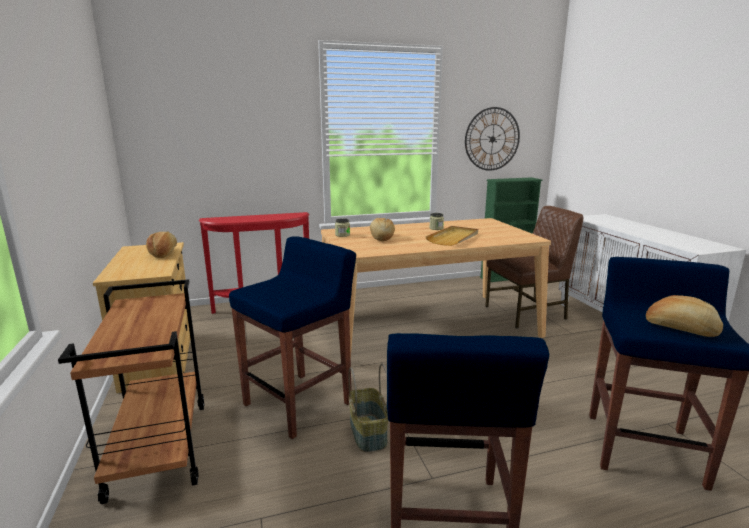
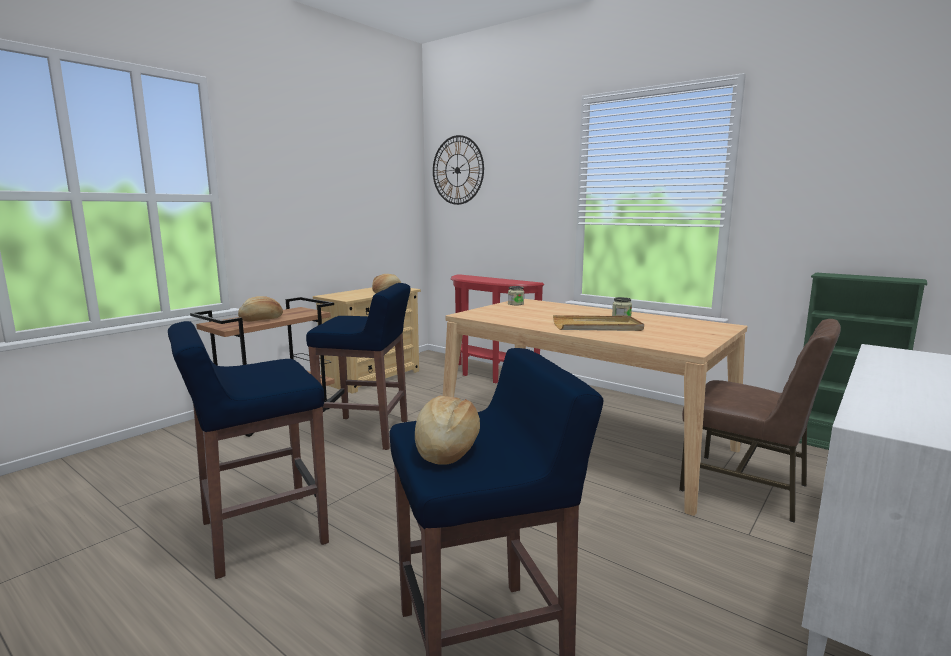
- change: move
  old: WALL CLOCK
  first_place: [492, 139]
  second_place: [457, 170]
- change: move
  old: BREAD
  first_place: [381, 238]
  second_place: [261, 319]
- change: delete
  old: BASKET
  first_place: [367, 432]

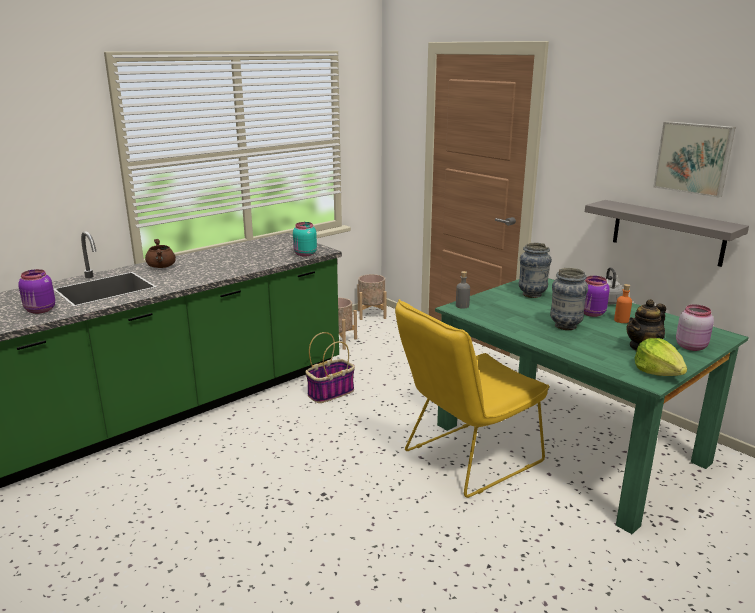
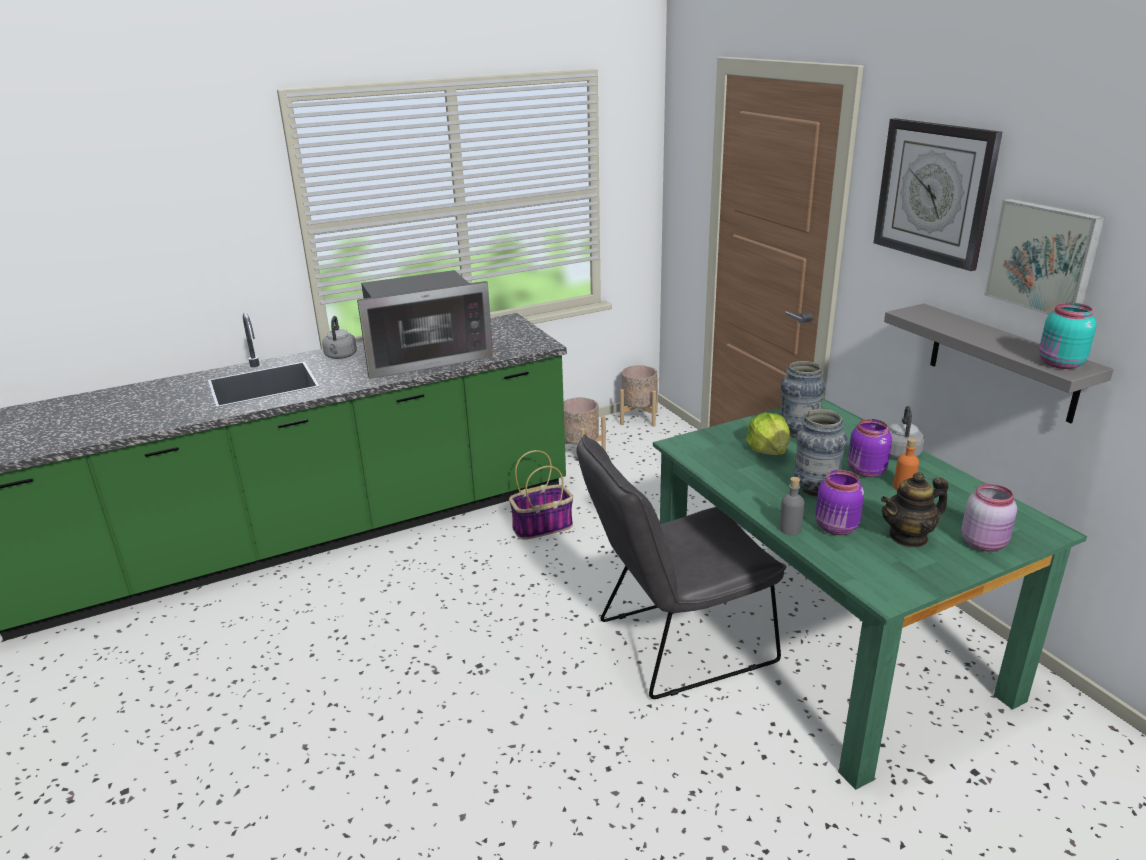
- change: move
  old: TURQUOISE JAR
  first_place: [304, 254]
  second_place: [1060, 364]
- change: replace
  old: BROWN COOKING POT
  new: GREY KETTLE
  first_place: [162, 267]
  second_place: [340, 356]
- change: move
  old: PURPLE JAR
  first_place: [40, 310]
  second_place: [836, 528]
- change: move
  old: GREY BOTTLE
  first_place: [462, 306]
  second_place: [790, 529]
- change: recolor
  old: YELLOW CHAIR
  new: GREY CHAIR
  first_place: [465, 459]
  second_place: [674, 644]
- change: move
  old: LETTUCE
  first_place: [658, 372]
  second_place: [769, 450]
- change: insert
  new: WALL CLOCK
  second_place: [934, 192]
- change: insert
  new: MICROWAVE
  second_place: [425, 356]

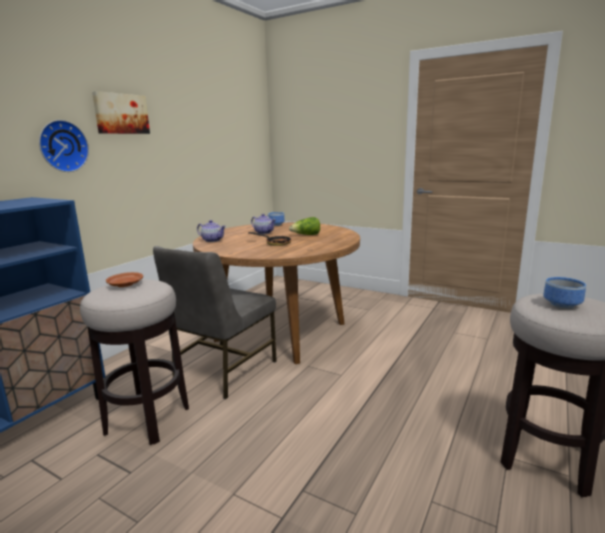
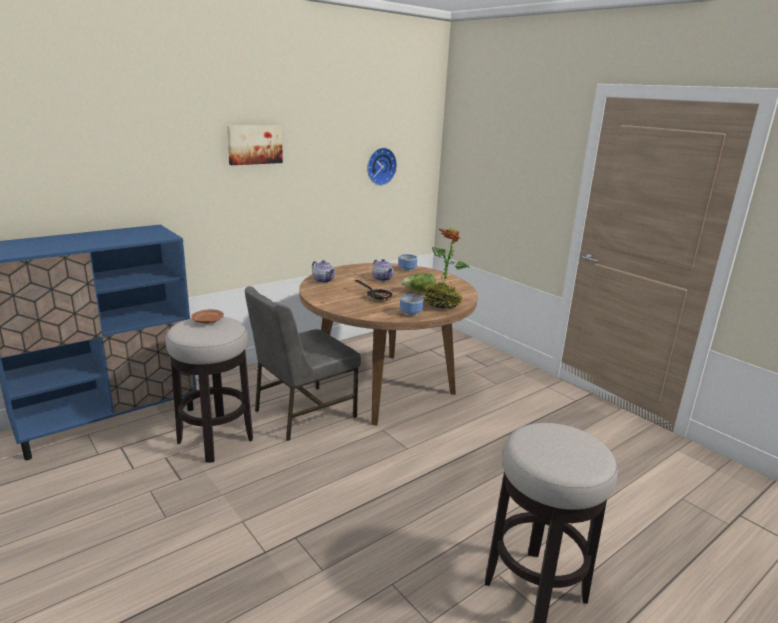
- change: move
  old: WALL CLOCK
  first_place: [62, 146]
  second_place: [380, 166]
- change: move
  old: BOWL
  first_place: [563, 304]
  second_place: [411, 313]
- change: insert
  new: POTTED PLANT
  second_place: [441, 305]

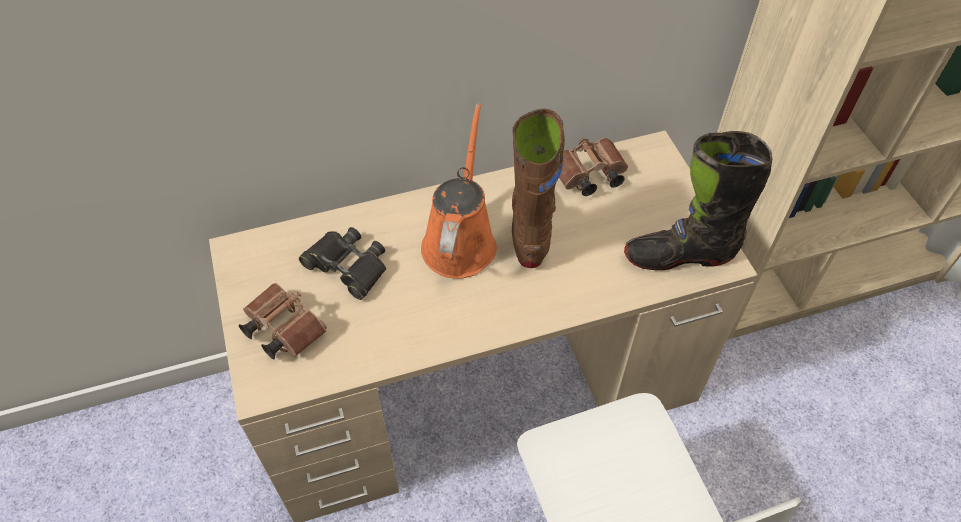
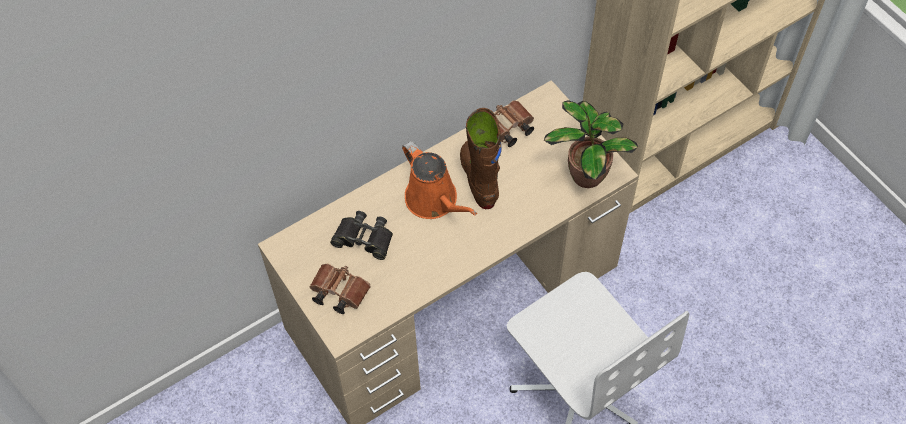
- change: rotate
  old: ORANGE WATERING CAN
  first_place: [460, 241]
  second_place: [434, 201]
  degrees: 150
- change: replace
  old: BLACK BOOT
  new: POTTED PLANT
  first_place: [680, 255]
  second_place: [584, 174]

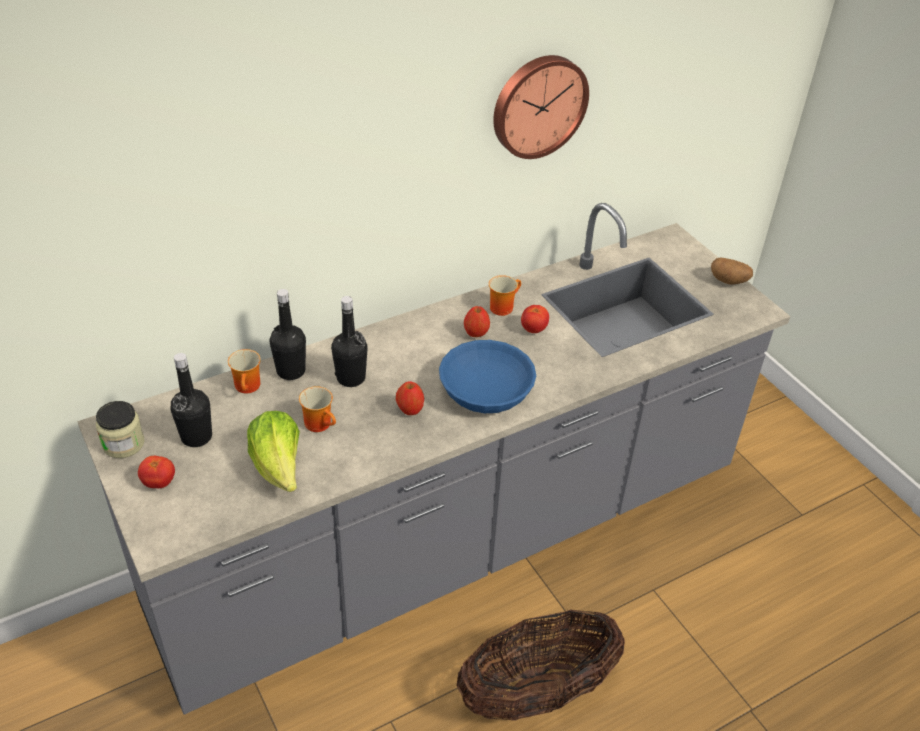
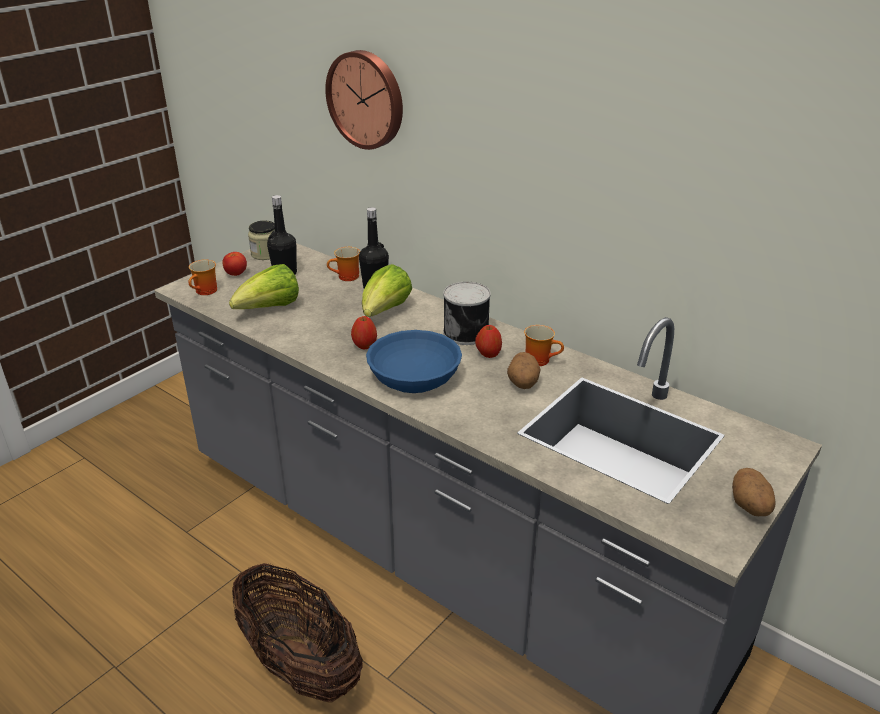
- change: move
  old: WALL CLOCK
  first_place: [538, 105]
  second_place: [367, 99]
- change: replace
  old: BLACK BOTTLE
  new: LETTUCE
  first_place: [351, 378]
  second_place: [385, 312]
- change: replace
  old: TOMATO
  new: POTATO
  first_place: [533, 329]
  second_place: [523, 383]
- change: move
  old: MUG
  first_place: [321, 423]
  second_place: [206, 292]
- change: insert
  new: CAN
  second_place: [467, 332]

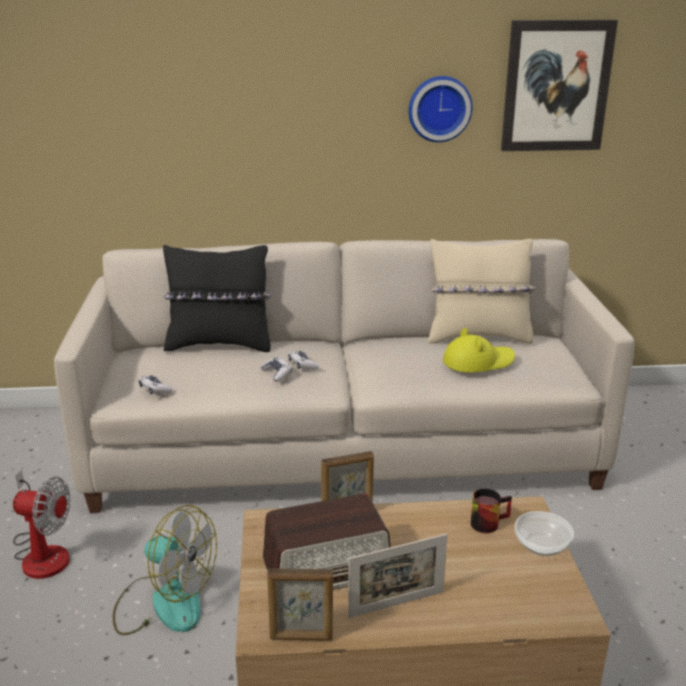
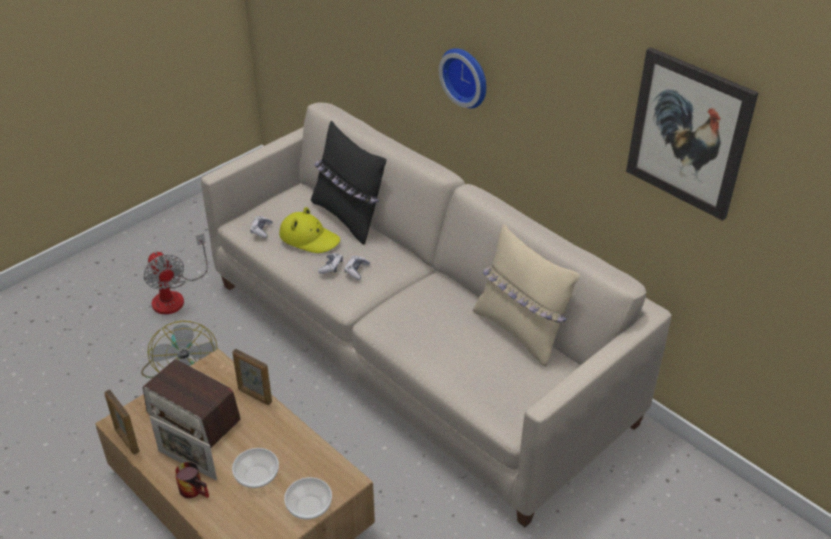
- change: move
  old: WALL CLOCK
  first_place: [439, 108]
  second_place: [466, 76]
- change: move
  old: YELLOW HAT
  first_place: [478, 361]
  second_place: [309, 238]
- change: move
  old: MUG
  first_place: [487, 521]
  second_place: [195, 489]
- change: insert
  new: BOWL
  second_place: [256, 476]

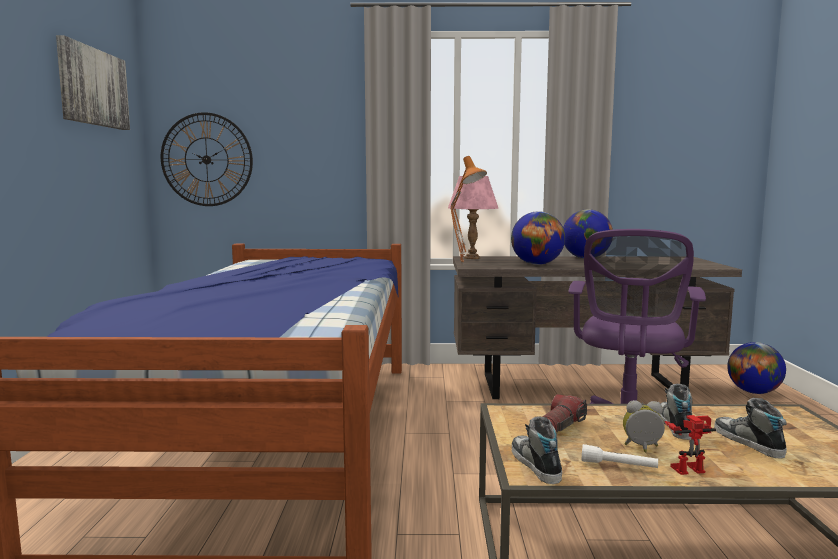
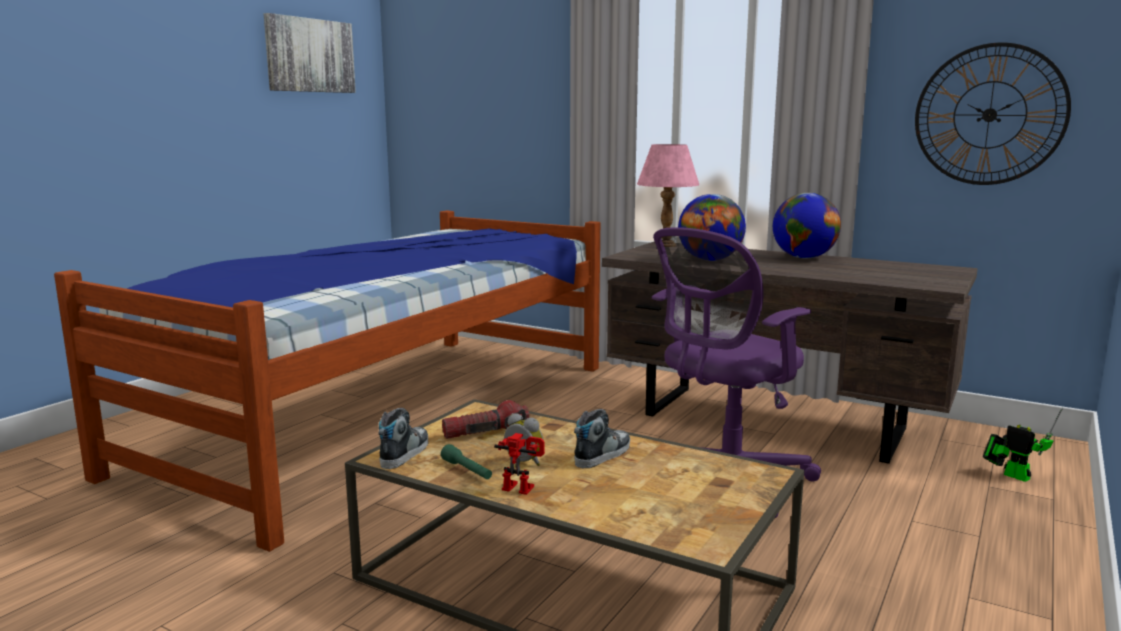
- change: move
  old: WALL CLOCK
  first_place: [206, 159]
  second_place: [989, 115]
- change: delete
  old: ORANGE TABLE LAMP
  first_place: [464, 264]
- change: replace
  old: GLOBE
  new: TOY ROBOT
  first_place: [754, 392]
  second_place: [1012, 475]
- change: delete
  old: SHOE
  first_place: [748, 442]
- change: recolor
  old: WHITE FLASHLIGHT
  new: GREEN FLASHLIGHT
  first_place: [618, 466]
  second_place: [467, 471]

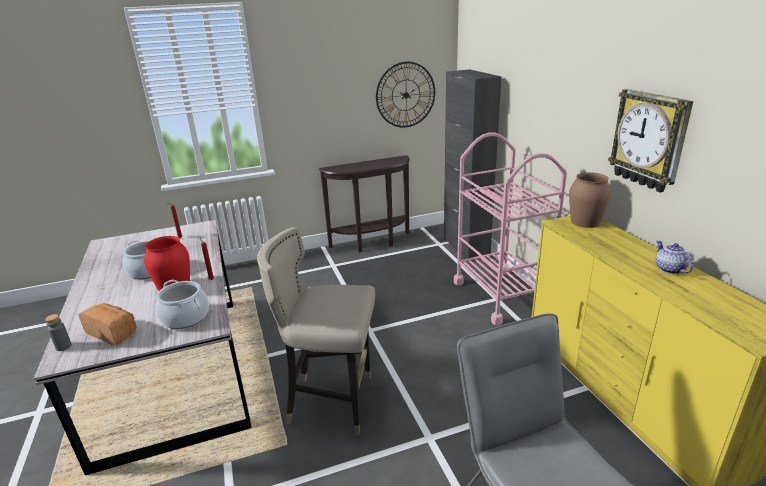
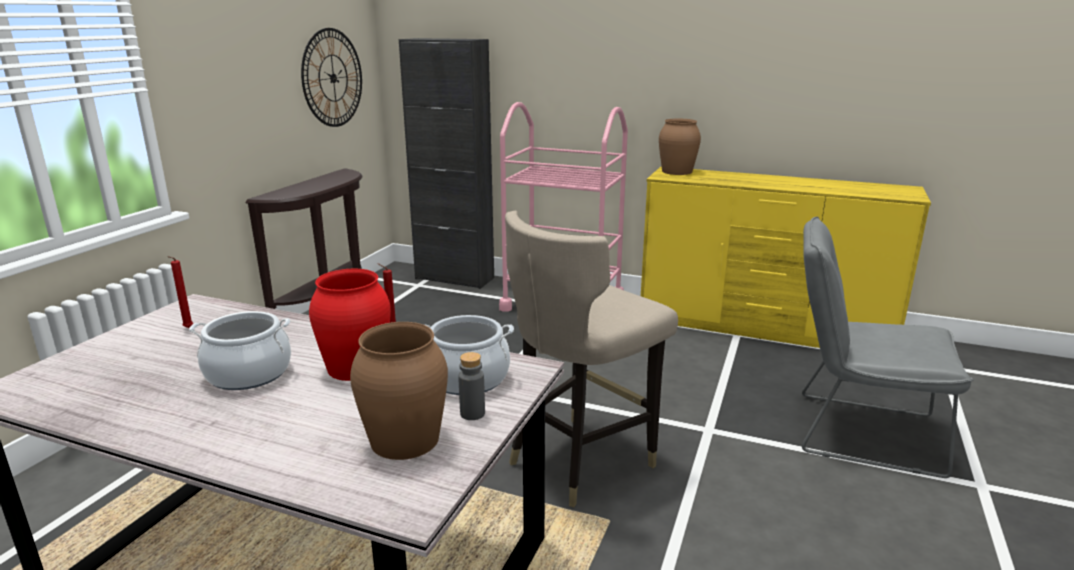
- change: delete
  old: WALL CLOCK
  first_place: [649, 140]
- change: delete
  old: TEAPOT
  first_place: [669, 269]
- change: replace
  old: BREAD
  new: BROWN VASE
  first_place: [113, 332]
  second_place: [405, 439]
- change: move
  old: GREY BOTTLE
  first_place: [63, 346]
  second_place: [472, 413]

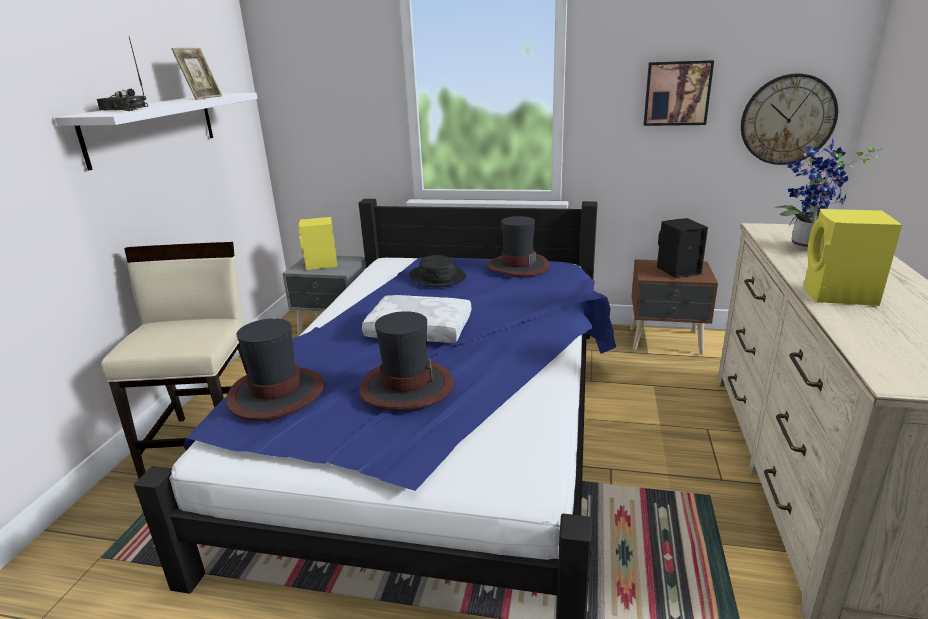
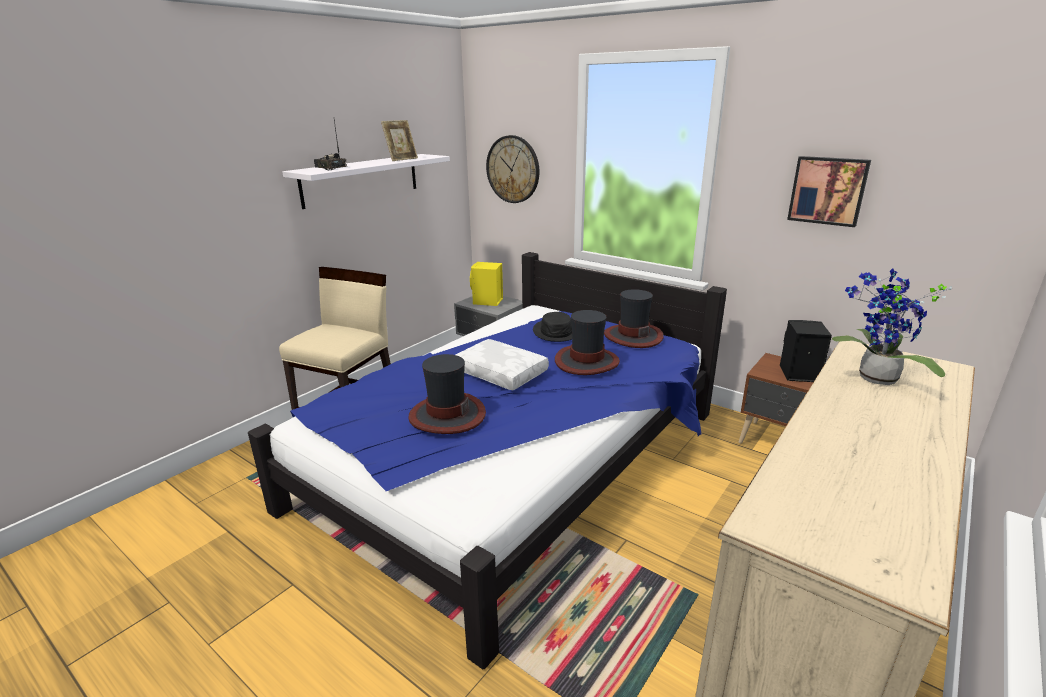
- change: move
  old: WALL CLOCK
  first_place: [787, 120]
  second_place: [513, 169]
- change: delete
  old: YELLOW SPEAKER
  first_place: [839, 295]
- change: move
  old: HAT
  first_place: [276, 394]
  second_place: [586, 361]

